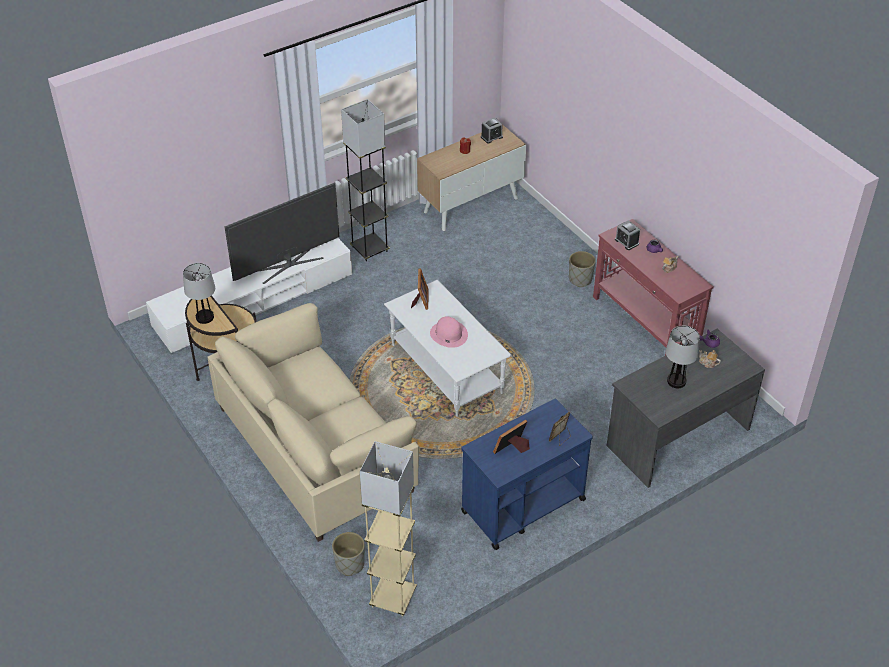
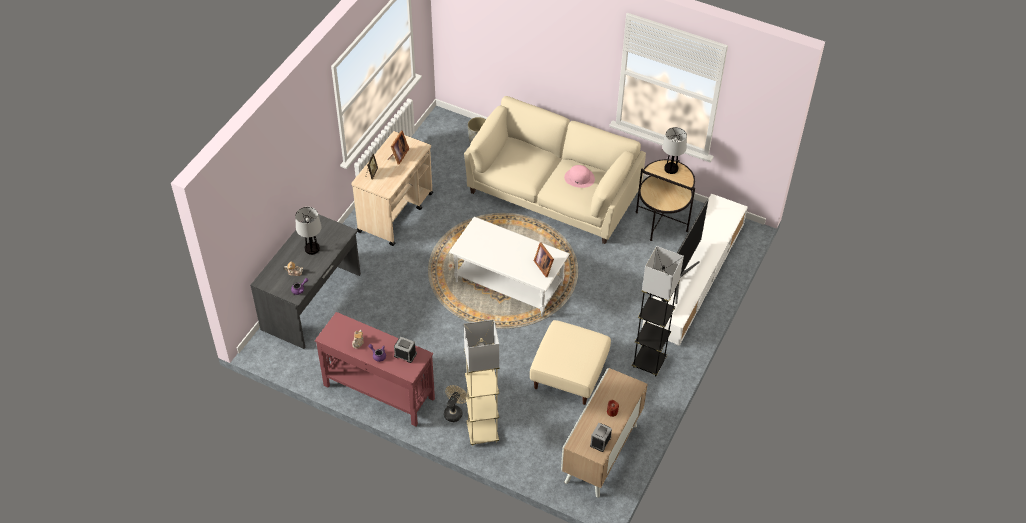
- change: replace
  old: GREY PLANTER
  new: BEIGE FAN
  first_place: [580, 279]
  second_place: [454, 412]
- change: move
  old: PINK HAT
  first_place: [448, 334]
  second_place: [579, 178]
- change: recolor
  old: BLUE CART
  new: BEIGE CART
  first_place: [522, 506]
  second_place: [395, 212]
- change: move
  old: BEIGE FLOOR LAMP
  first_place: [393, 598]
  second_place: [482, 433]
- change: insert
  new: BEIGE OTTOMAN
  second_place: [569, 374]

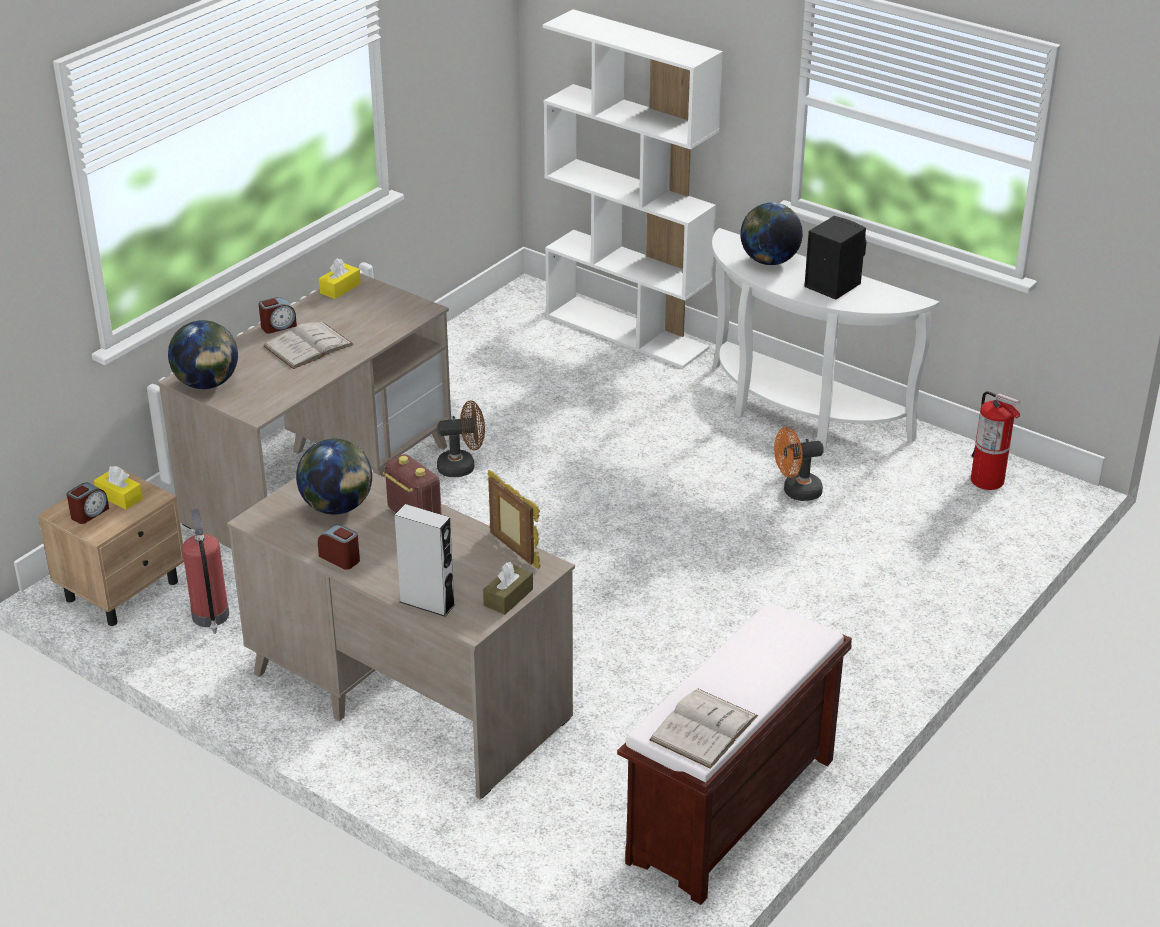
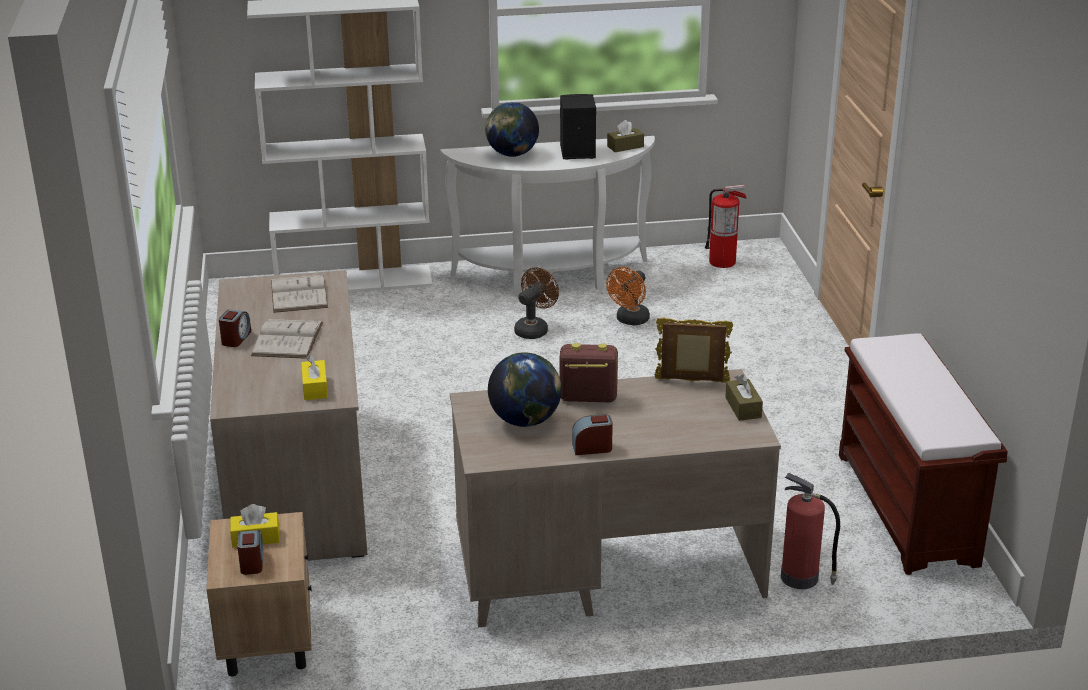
- change: move
  old: YELLOW TISSUE BOX
  first_place: [340, 288]
  second_place: [315, 388]
- change: delete
  old: GLOBE
  first_place: [207, 384]
- change: move
  old: BROWN FAN
  first_place: [462, 466]
  second_place: [534, 329]
- change: delete
  old: GREY SPEAKER
  first_place: [427, 603]
- change: move
  old: FIRE EXTINGUISHER
  first_place: [210, 617]
  second_place: [801, 578]
- change: move
  old: WHITE BOOK
  first_place: [704, 728]
  second_place: [299, 294]
- change: insert
  new: BROWN TISSUE BOX
  second_place: [625, 146]

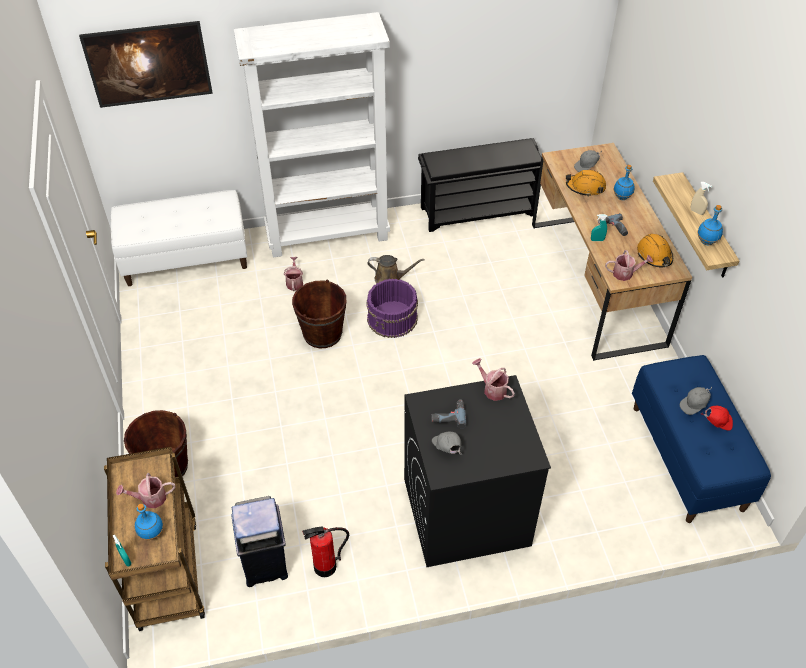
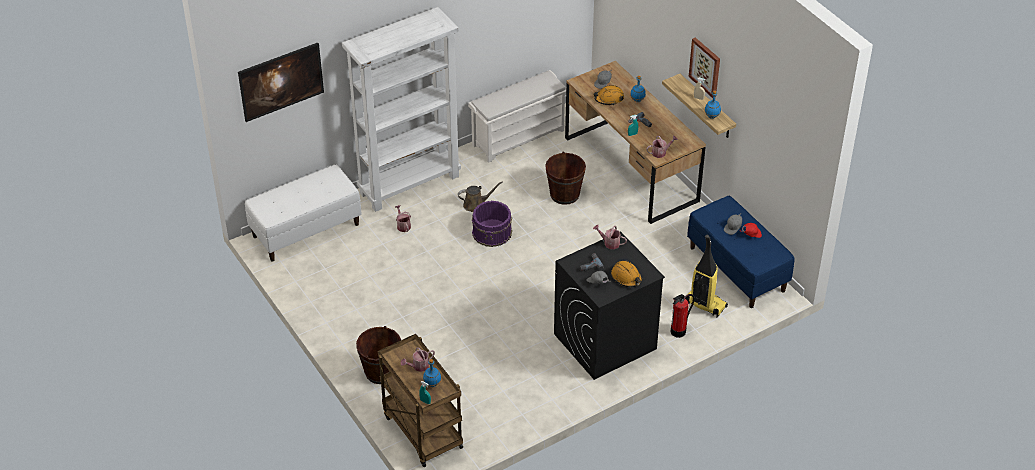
- change: recolor
  old: BLACK SHOE RACK
  new: WHITE SHOE RACK
  first_place: [478, 211]
  second_place: [518, 137]
- change: move
  old: ORANGE HARD HAT
  first_place: [654, 255]
  second_place: [626, 277]
- change: move
  old: BROWN BUCKET
  first_place: [322, 334]
  second_place: [564, 194]
- change: delete
  old: BLUE TRASH CAN
  first_place: [266, 564]
- change: move
  old: FIRE EXTINGUISHER
  first_place: [325, 567]
  second_place: [678, 331]
- change: insert
  new: PICTURE
  second_place: [705, 67]
- change: insert
  new: VACUUM CLEANER
  second_place: [704, 304]

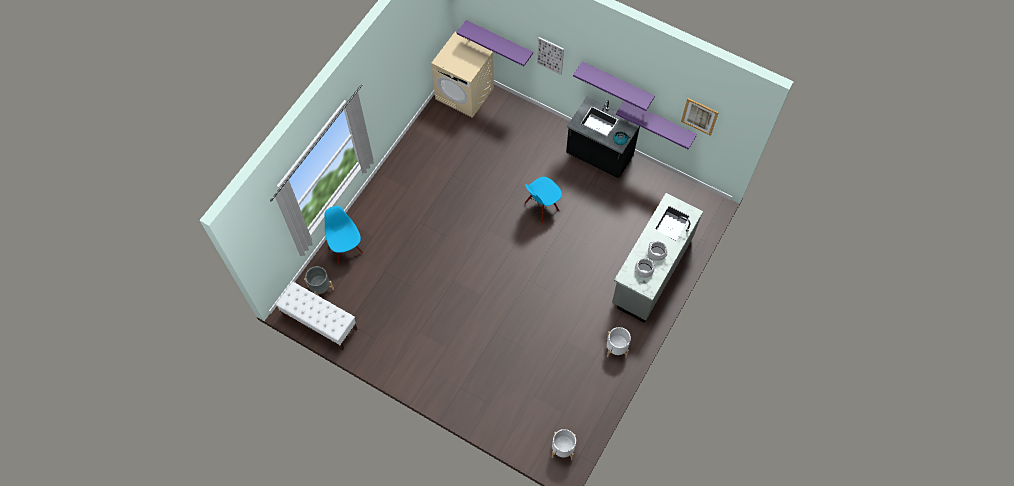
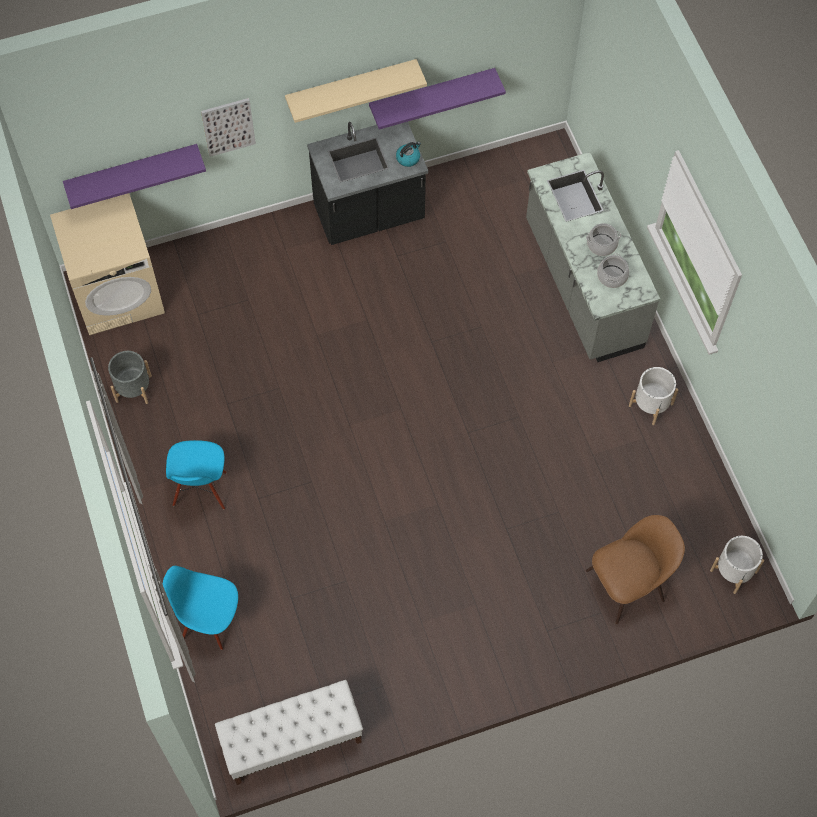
- change: recolor
  old: PURPLE SHELF
  new: BEIGE SHELF
  first_place: [617, 83]
  second_place: [351, 85]
- change: delete
  old: PICTURE
  first_place: [699, 116]
- change: move
  old: BLUE CHAIR
  first_place: [541, 207]
  second_place: [201, 489]
- change: move
  old: GREY PLANTER
  first_place: [320, 288]
  second_place: [133, 388]
- change: insert
  new: BROWN CHAIR
  second_place: [628, 584]

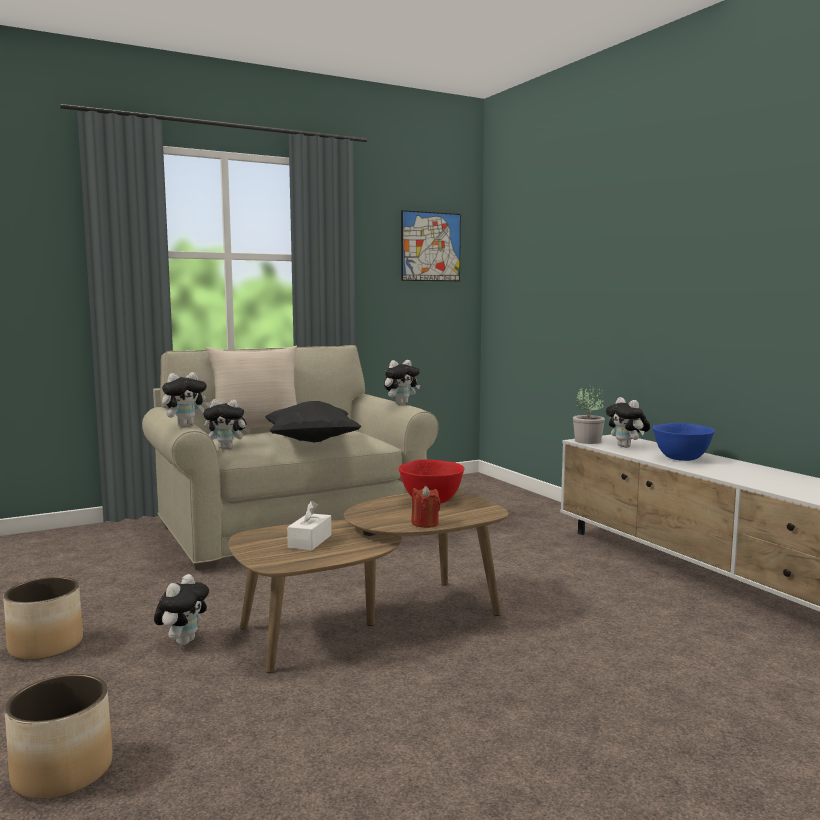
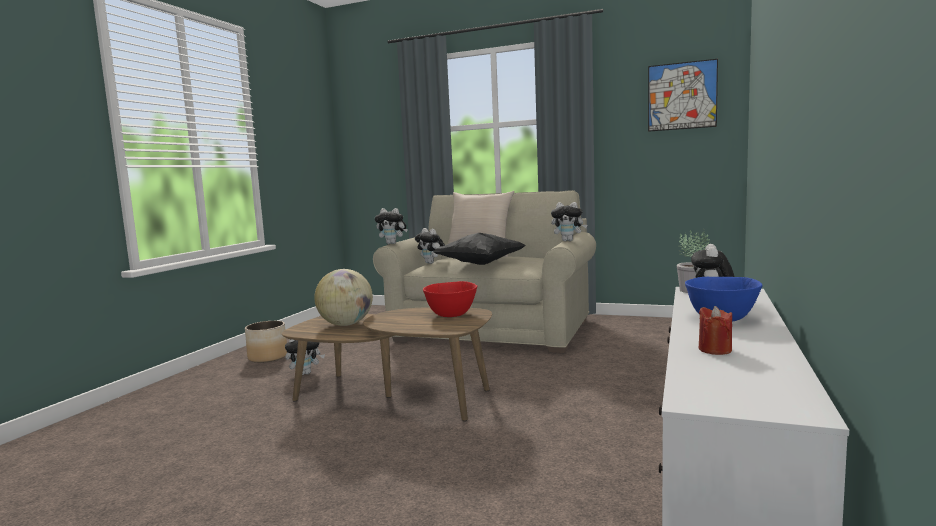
- change: move
  old: RED CANDLE
  first_place: [425, 523]
  second_place: [715, 350]
- change: replace
  old: WHITE TISSUE BOX
  new: GLOBE
  first_place: [310, 541]
  second_place: [346, 324]
- change: delete
  old: PLANTER
  first_place: [62, 771]

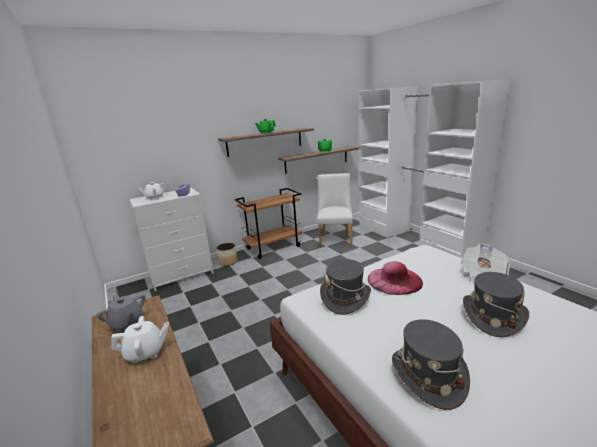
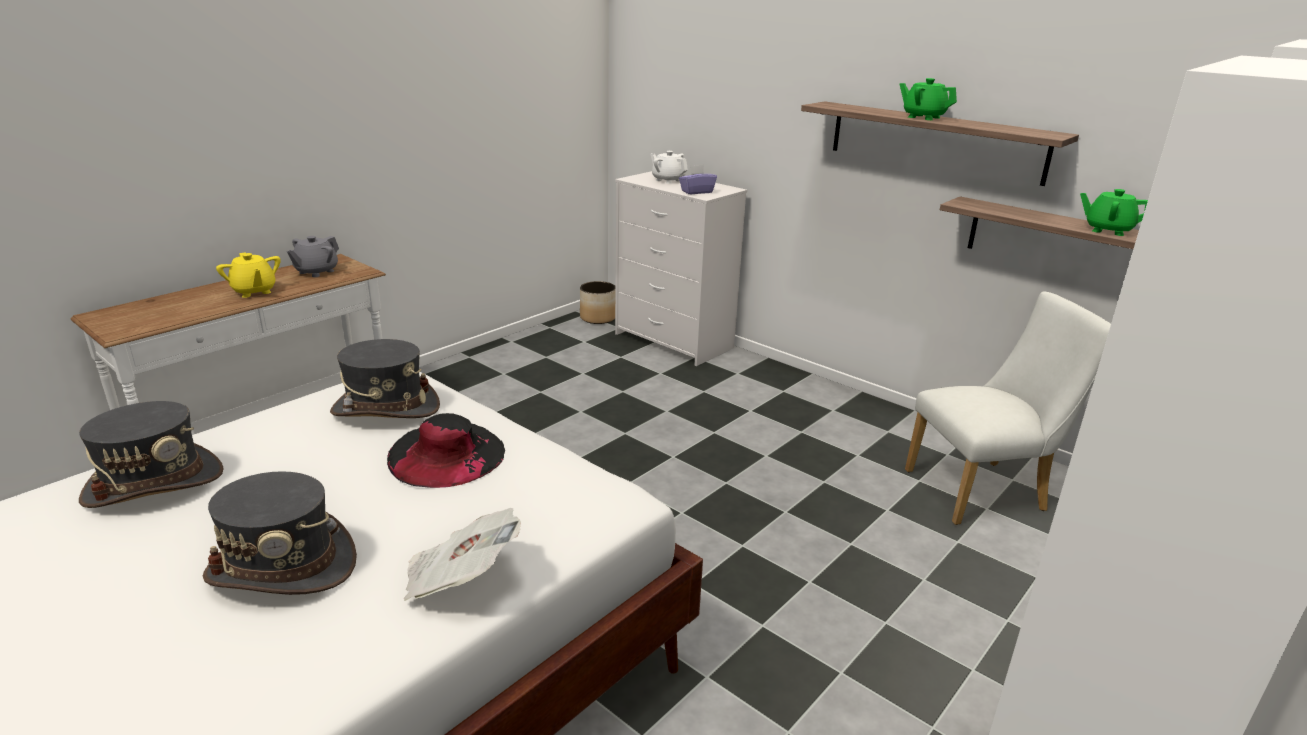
- change: delete
  old: BROWN CART
  first_place: [273, 247]
- change: move
  old: PLANTER
  first_place: [228, 262]
  second_place: [598, 318]
- change: recolor
  old: PINK HAT
  new: BLACK HAT
  first_place: [394, 280]
  second_place: [446, 454]
- change: recolor
  old: WHITE TEAPOT
  new: YELLOW TEAPOT
  first_place: [145, 353]
  second_place: [254, 291]

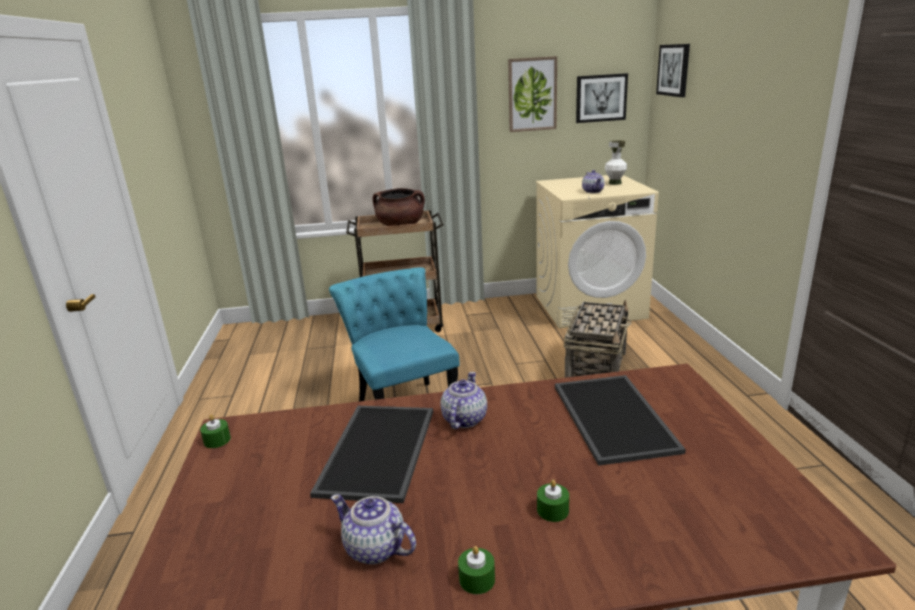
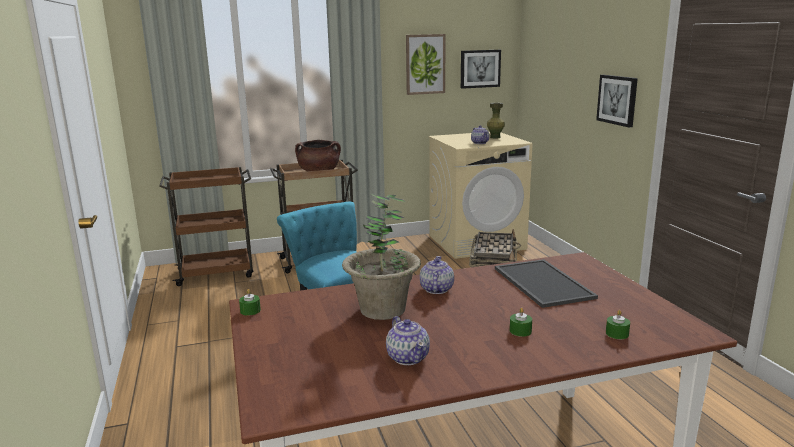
- change: move
  old: PICTURE
  first_place: [674, 70]
  second_place: [617, 100]
- change: recolor
  old: WHITE VASE
  new: GREEN VASE
  first_place: [615, 183]
  second_place: [495, 137]
- change: replace
  old: TRAY
  new: POTTED PLANT
  first_place: [380, 451]
  second_place: [383, 309]
- change: rotate
  old: TEAPOT
  first_place: [375, 549]
  second_place: [408, 357]
  degrees: -135
- change: move
  old: GREEN CANDLE
  first_place: [477, 579]
  second_place: [617, 334]
- change: insert
  new: BROWN CART
  second_place: [217, 273]

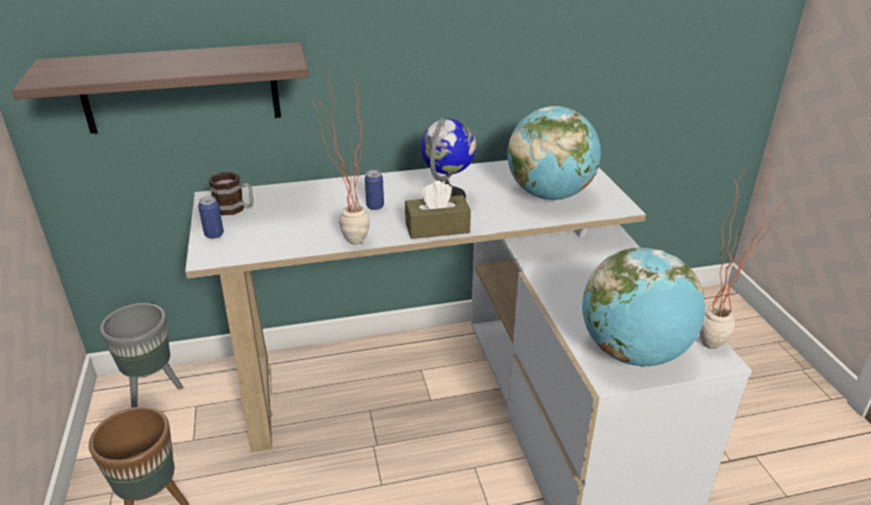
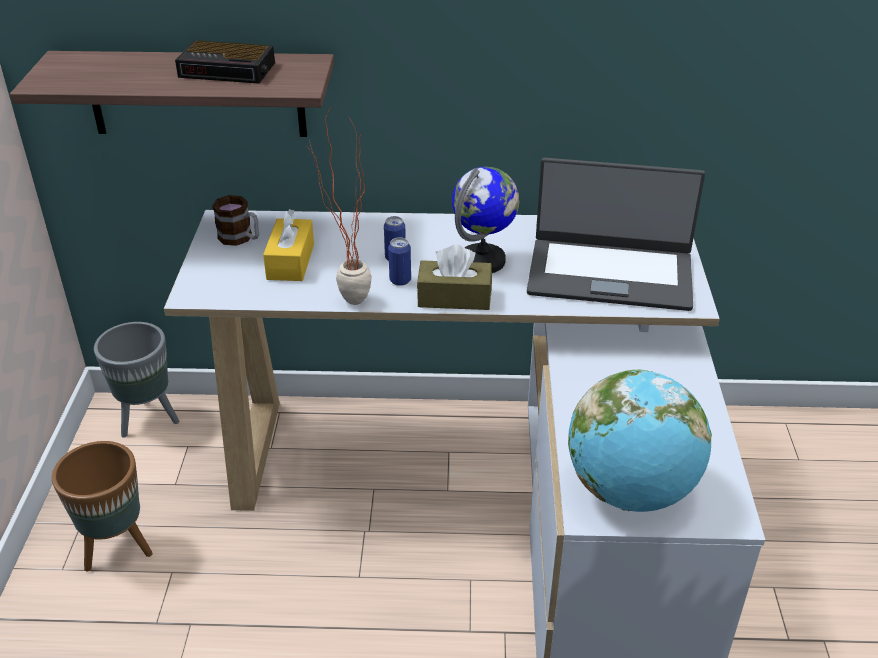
- change: replace
  old: GLOBE
  new: LAPTOP
  first_place: [549, 195]
  second_place: [610, 273]
- change: delete
  old: POTTED PLANT
  first_place: [718, 341]
- change: move
  old: CAN
  first_place: [214, 234]
  second_place: [400, 280]
- change: insert
  new: ALARM CLOCK
  second_place: [229, 70]
- change: insert
  new: YELLOW TISSUE BOX
  second_place: [290, 261]

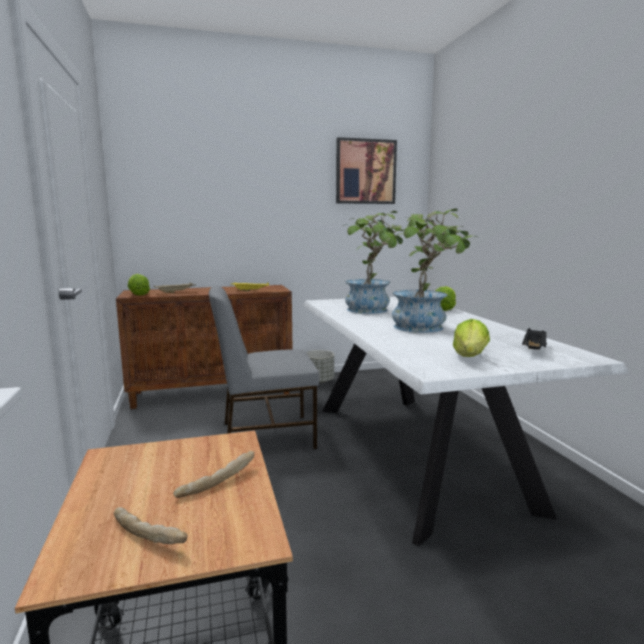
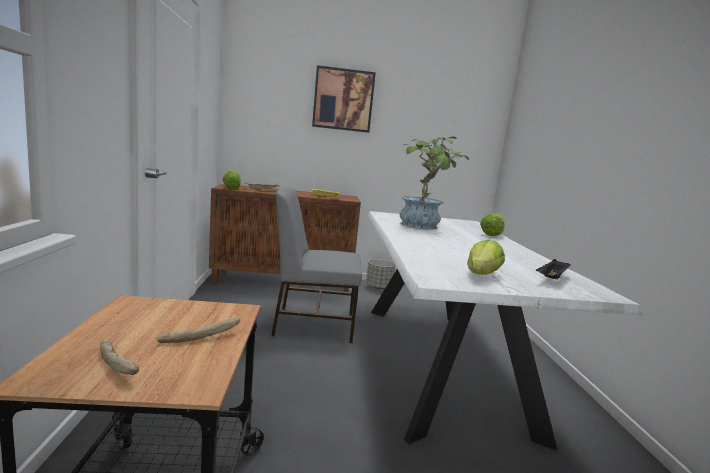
- change: move
  old: PICTURE
  first_place: [365, 172]
  second_place: [343, 100]
- change: delete
  old: POTTED PLANT
  first_place: [426, 327]

